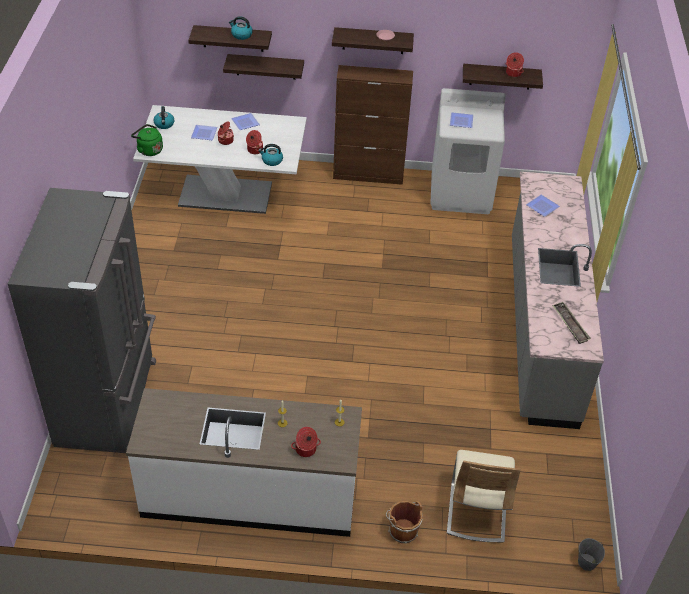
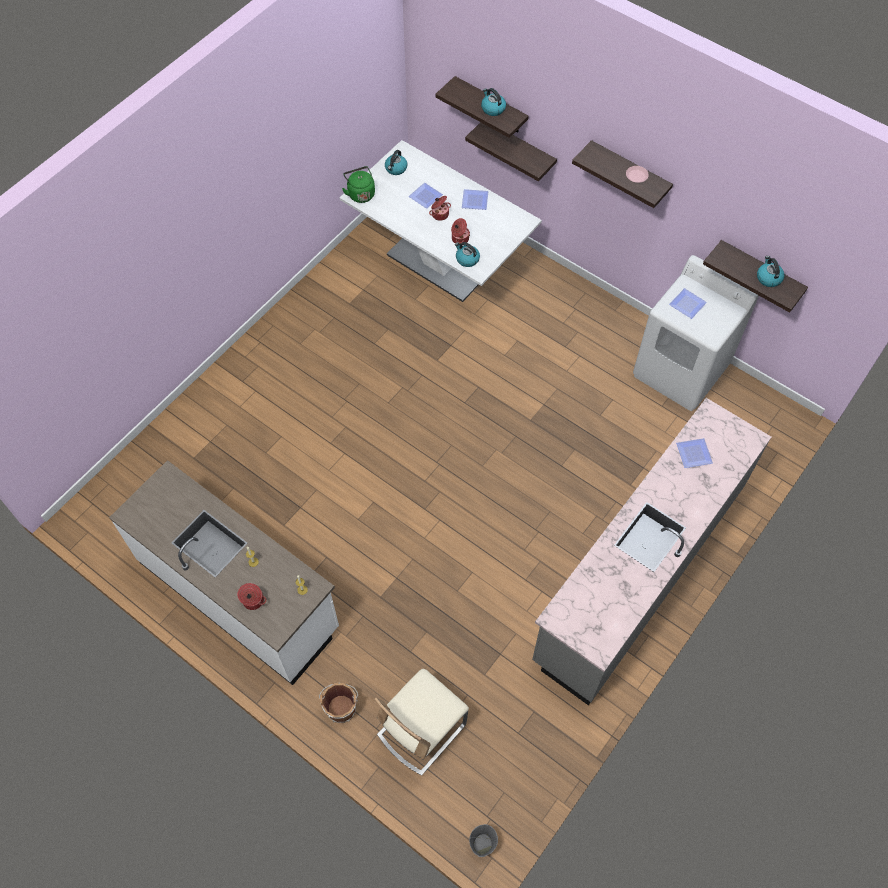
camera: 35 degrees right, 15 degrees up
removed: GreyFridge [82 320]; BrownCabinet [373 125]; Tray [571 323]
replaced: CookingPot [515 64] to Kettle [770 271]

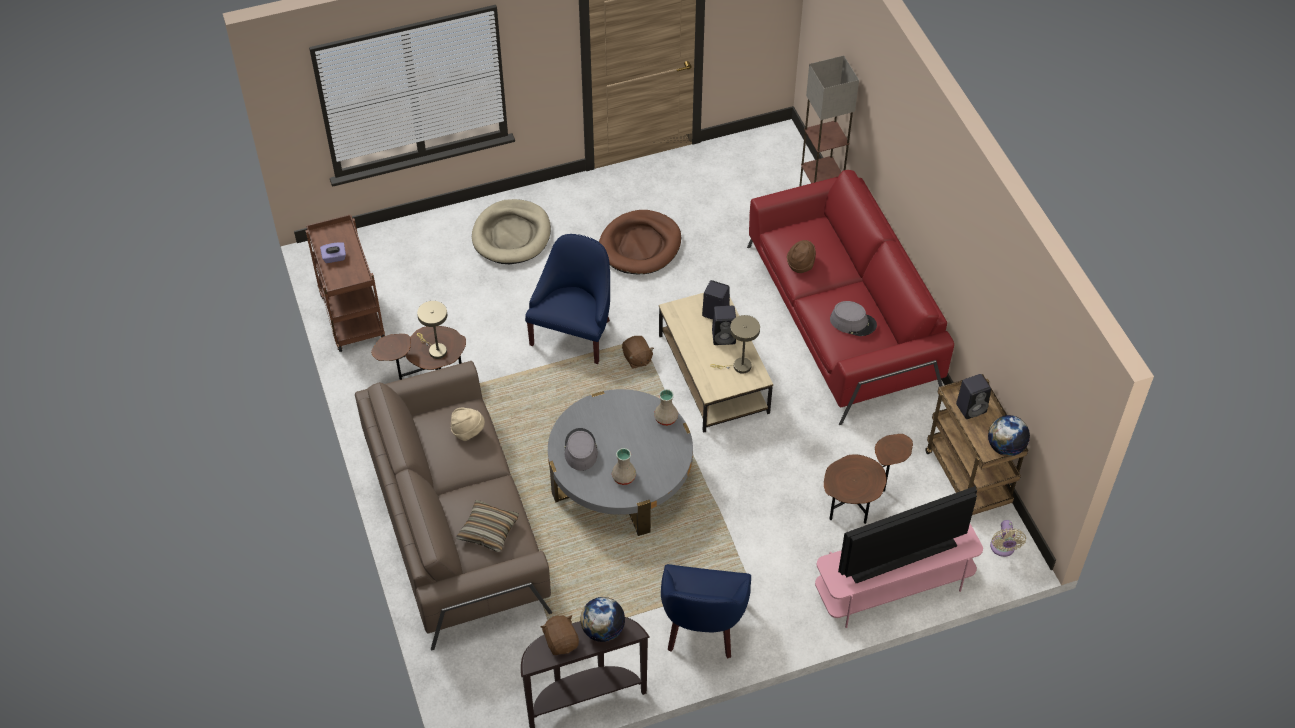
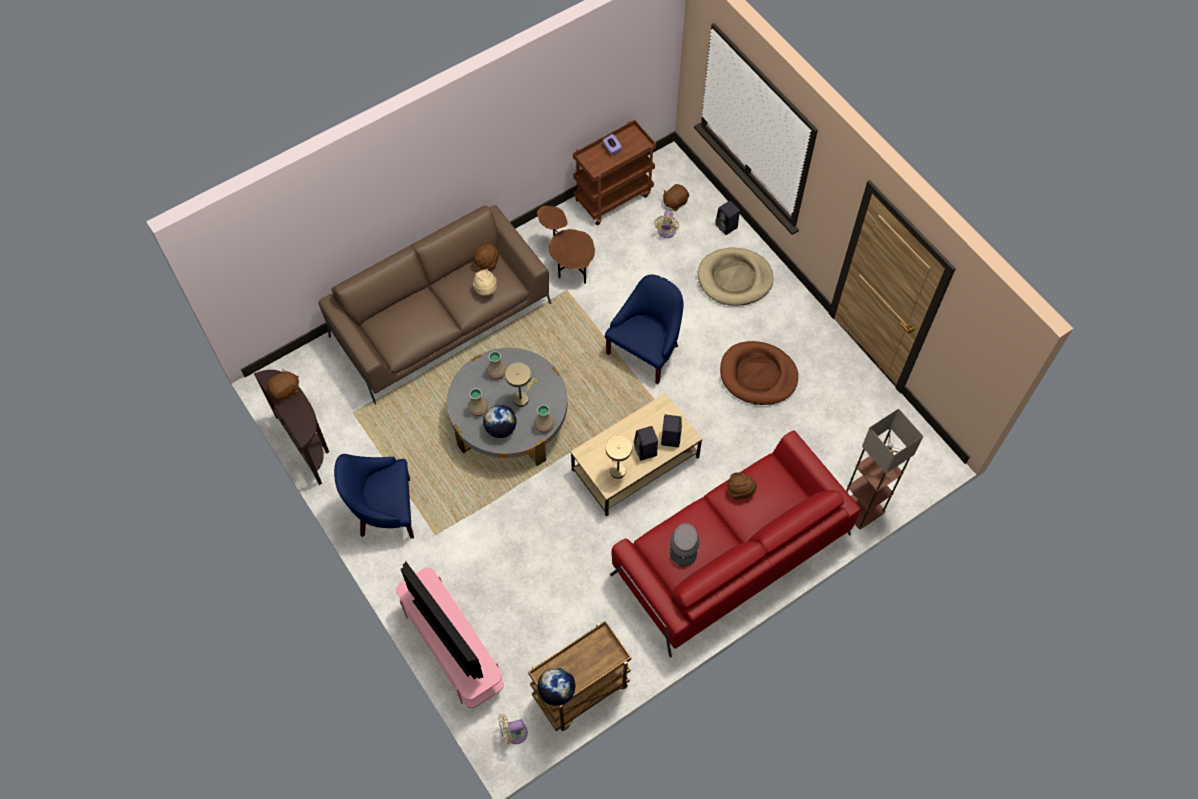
camera: 75 degrees right, 10 degrees up
removed: Pillow [487 526]; BrownSideTable [868 479]
added: BrownHat [486 257]; BeigeFan [666 224]
moved: BeigeTableLamp [432 330] to [521 384]; Globe [602 619] to [500 421]; BrownPlushToy [638 352] to [676 197]; BlackSpeaker [973 396] to [727 218]
replaced: GreyHat [581 449] to BeigeVase [497 365]
turned: BlueArmchair [567 299] = [644 329] 60 degrees counterclockwise

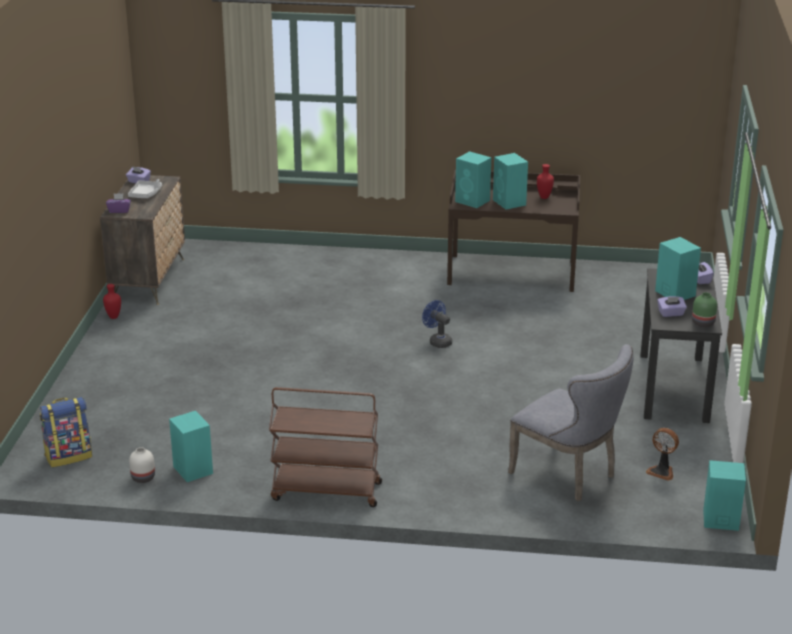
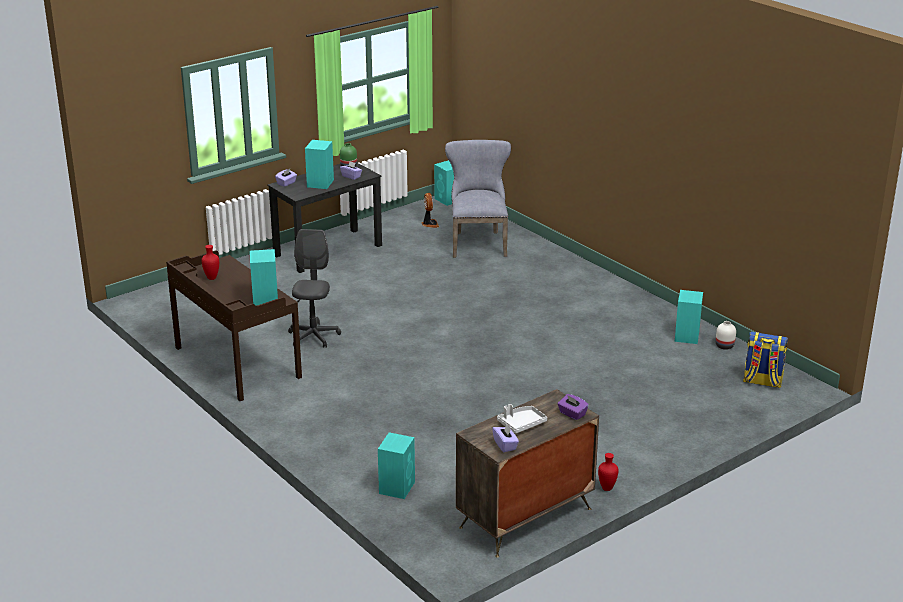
camera: 135 degrees left, 0 degrees up
removed: BrownCart [325 447]; BlueFan [437 324]
added: GreyOfficeChair [314 288]
moved: TurquoiseSpeaker [510 181] to [396 465]

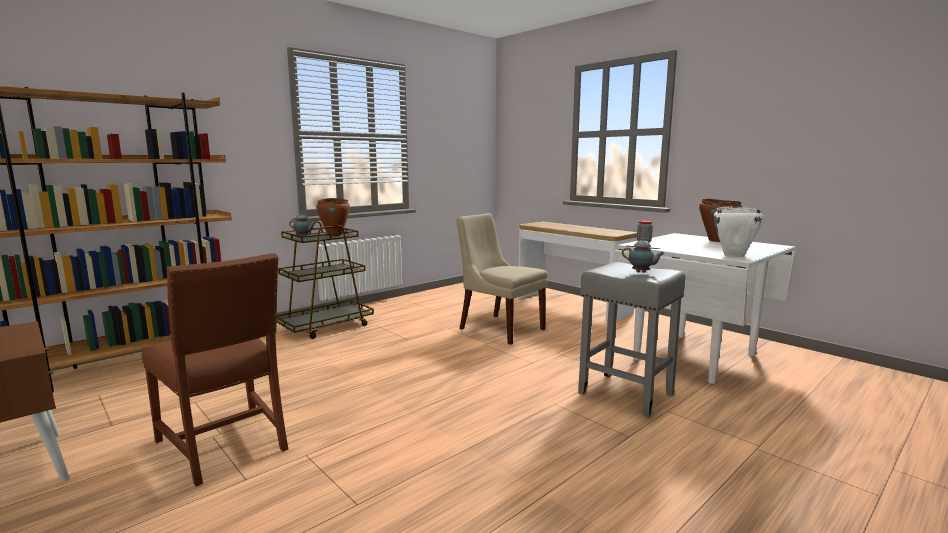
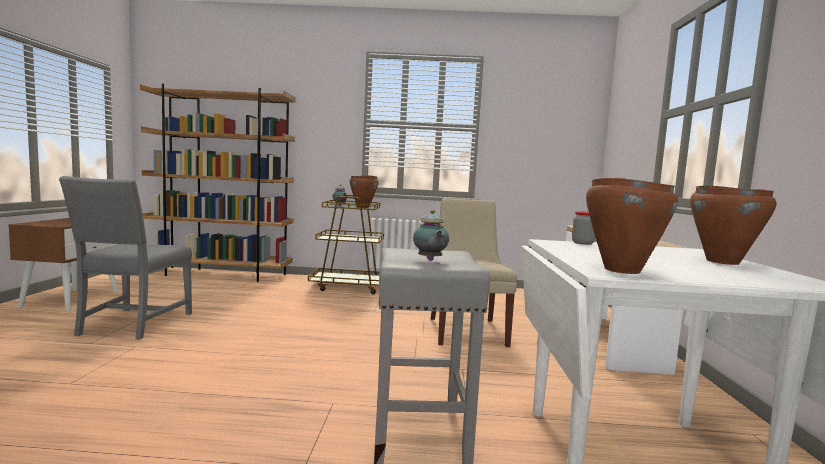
camera: 45 degrees right, 5 degrees down
recoloured: BrownChair [215 369] to GreyChair [125 258]; WhiteCookingPot [739 232] to BrownCookingPot [632 226]

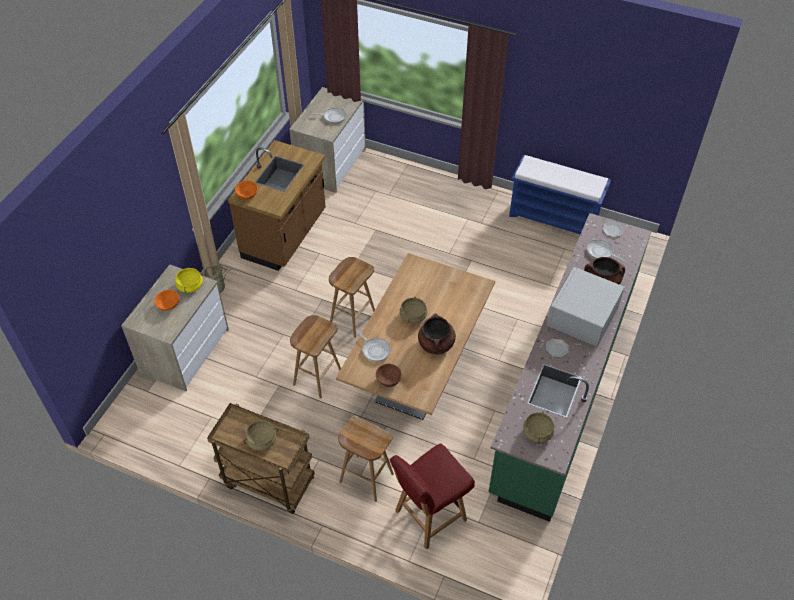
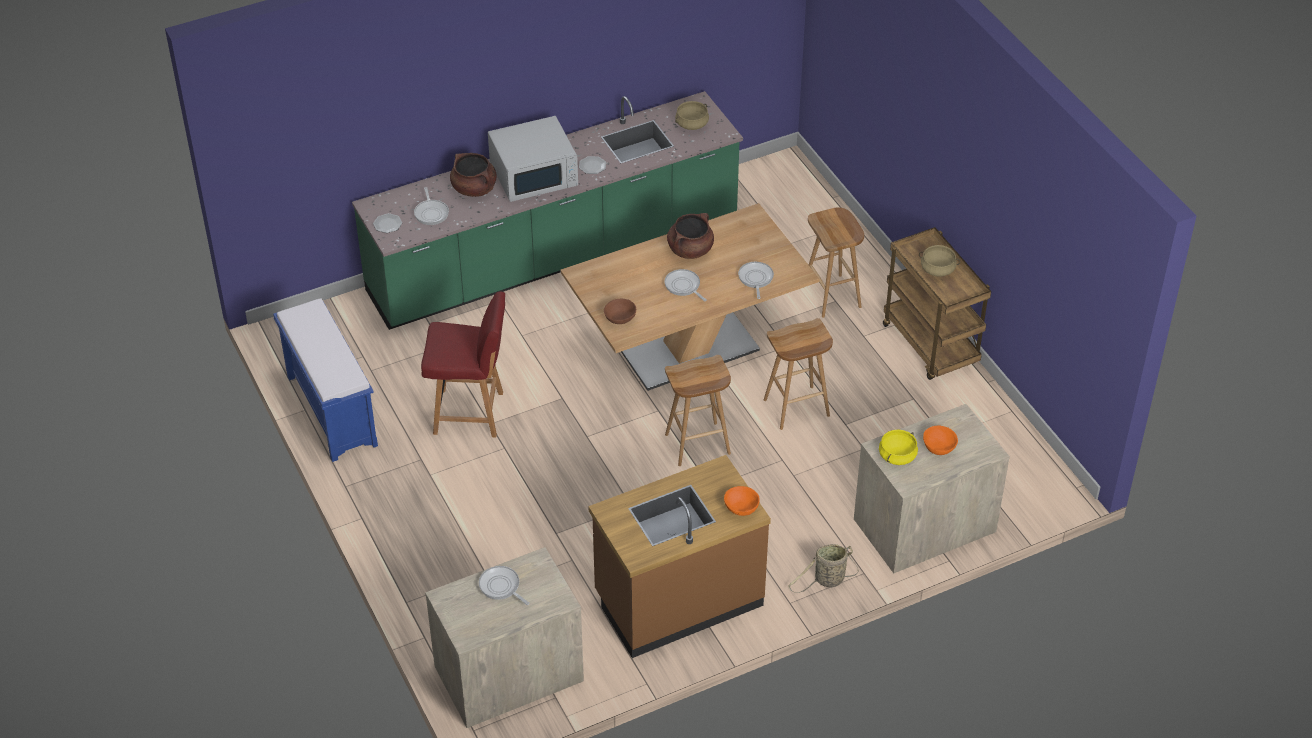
camera: 140 degrees left, 5 degrees down
moved: BrownBowl [389 375] to [620 311]; RedChair [432 496] to [463 364]
replaced: BeigeCookingPot [413 310] to FryingPan [686 285]

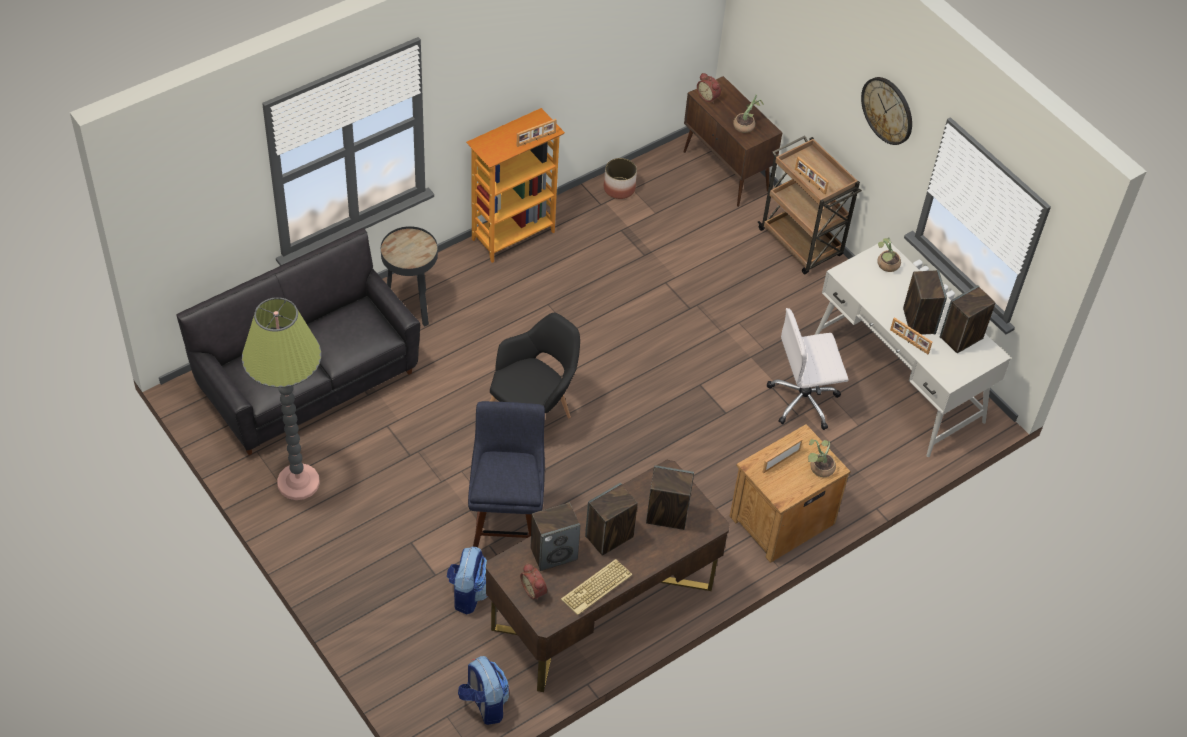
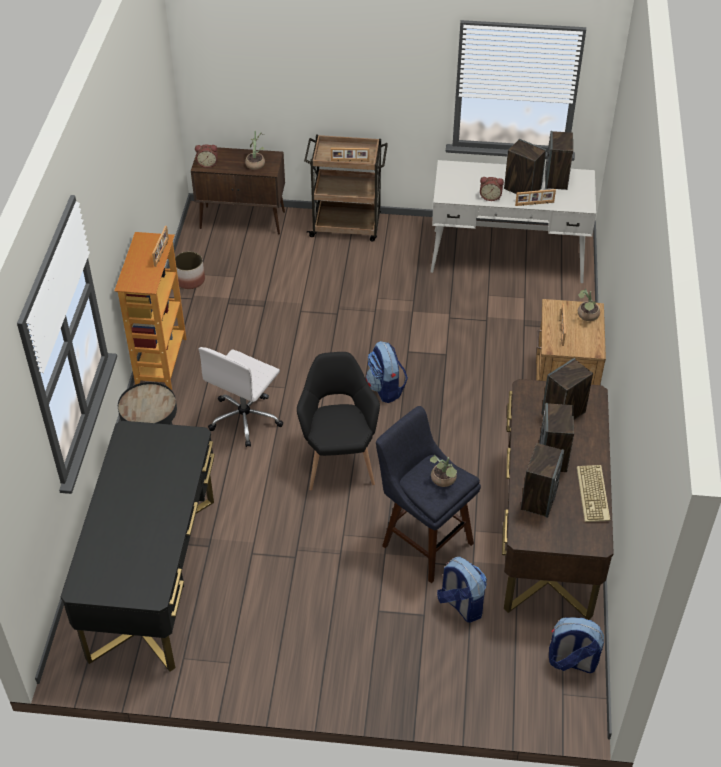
camera: 45 degrees left, 5 degrees down
removed: FloorLamp [281 398]; WallClock [886 111]
added: Backpack [387 372]
moved: AlarmClock [533 582] to [492 189]; WhiteOfficeChair [808 369] to [240 397]; PottedPlant [889 254] to [443 471]
replaced: BlackSofa [298 341] to BlackDesk [138 546]

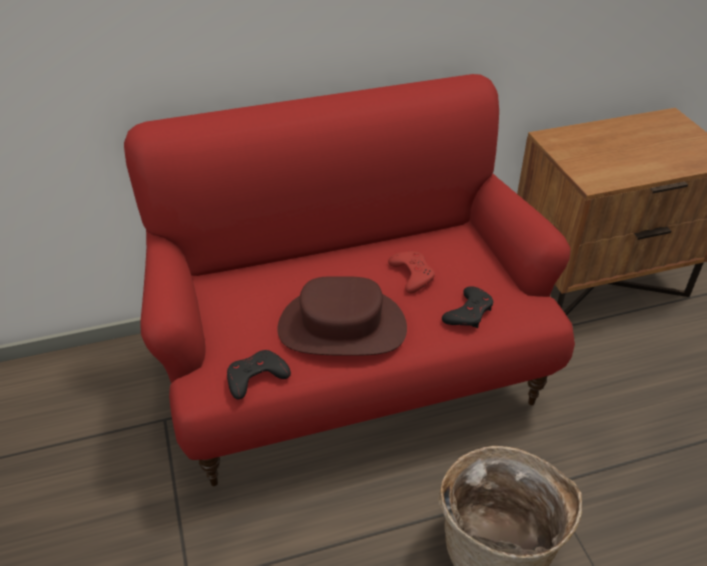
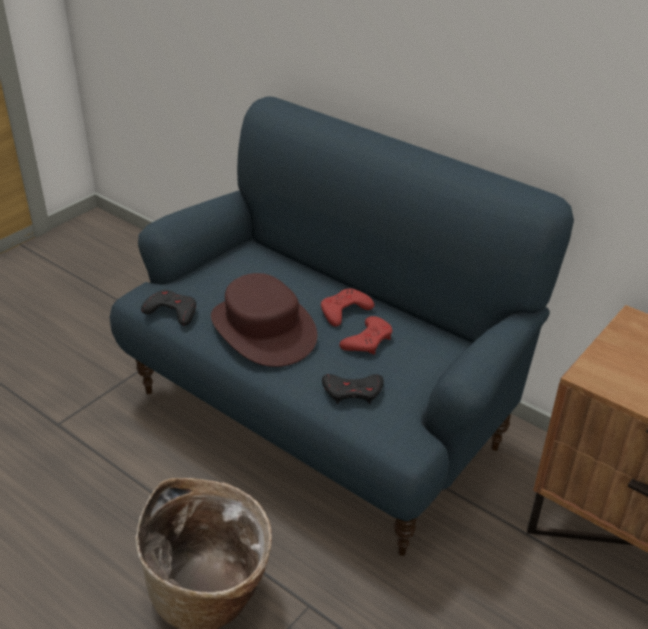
camera: 55 degrees right, 5 degrees down
added: RedGameController [347 307]
recoloured: RedSofa [349 280] to BlueSofa [342 326]

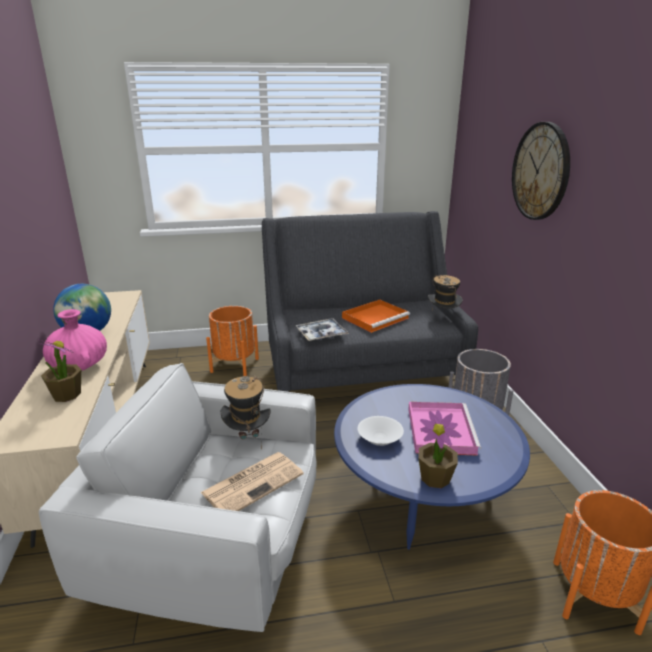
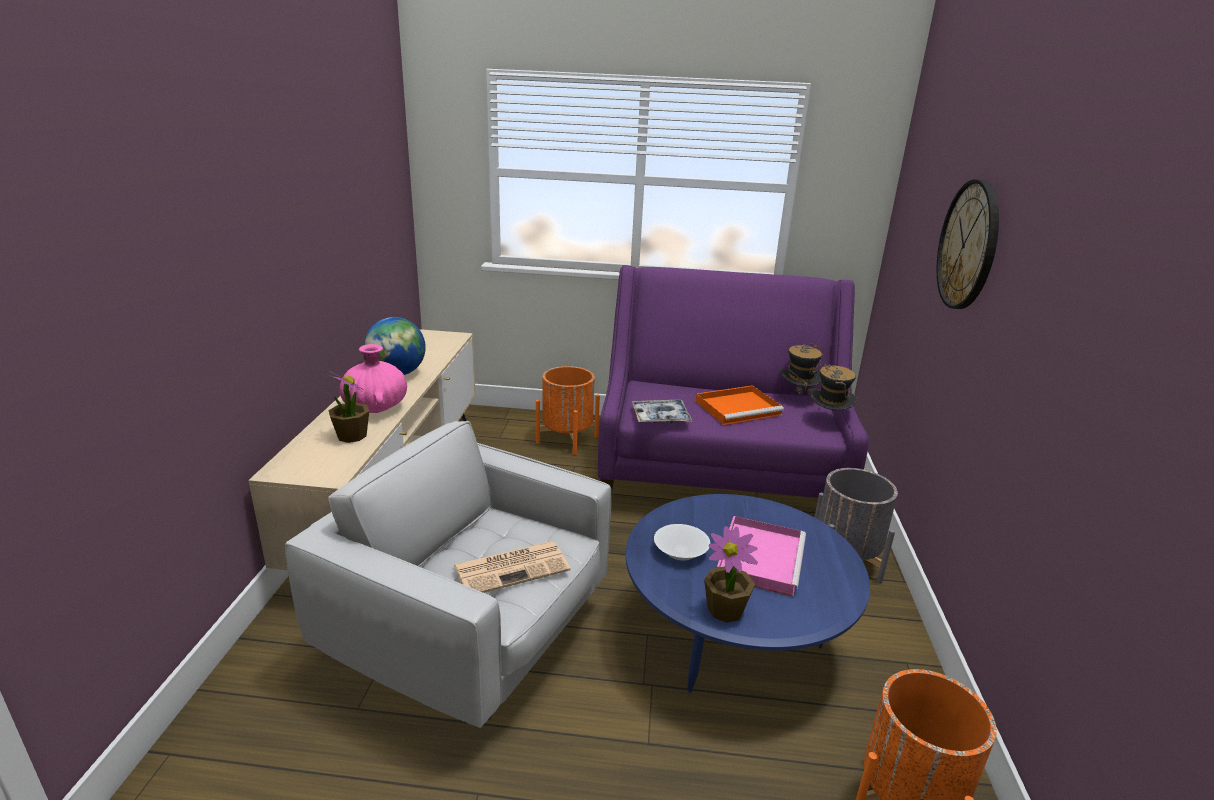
camera: 15 degrees right, 0 degrees up
moved: Hat [245 412] to [801 375]
recoloured: GreySofa [370 301] to PurpleSofa [733 381]

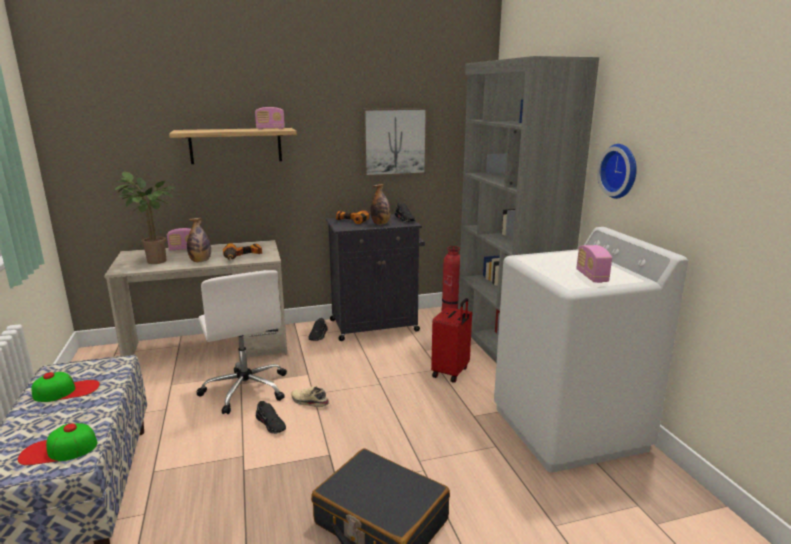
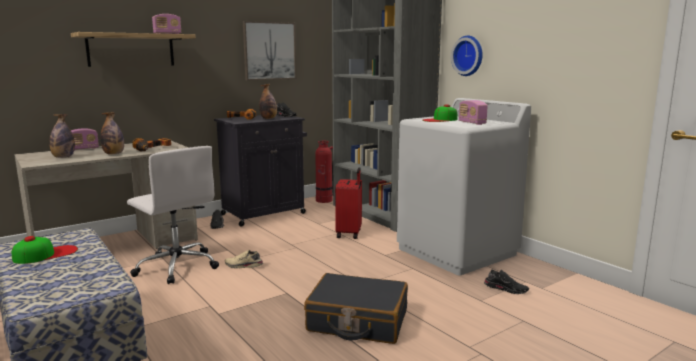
camera: 20 degrees left, 5 degrees down
moved: Cap [57 444] to [440 113]; BlackShoe [271 417] to [506 282]
replaced: PottedPlant [145 217] to Bottle [62 136]

